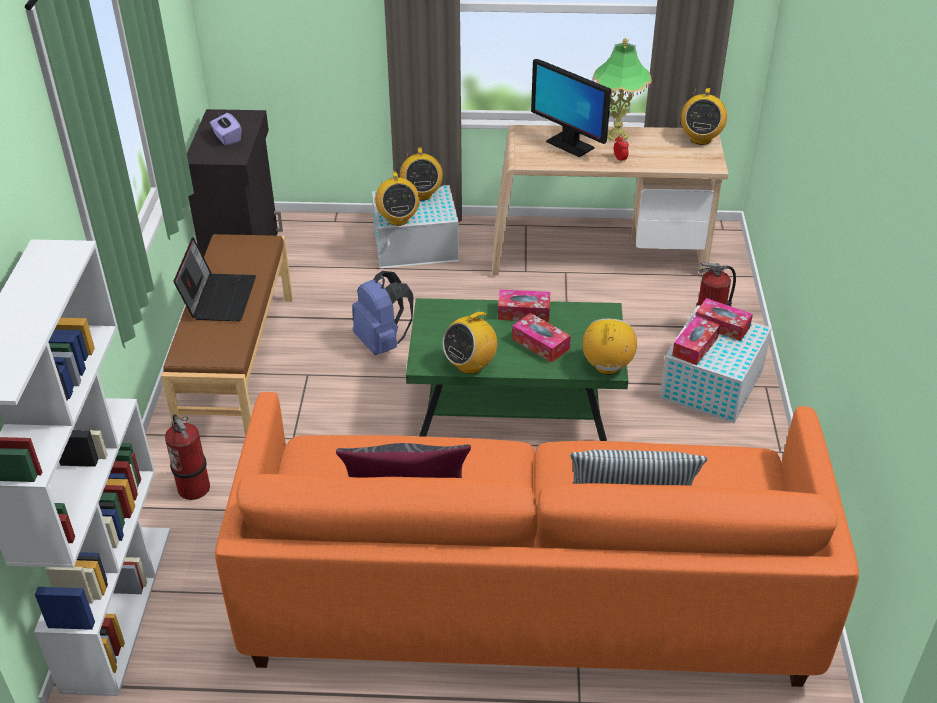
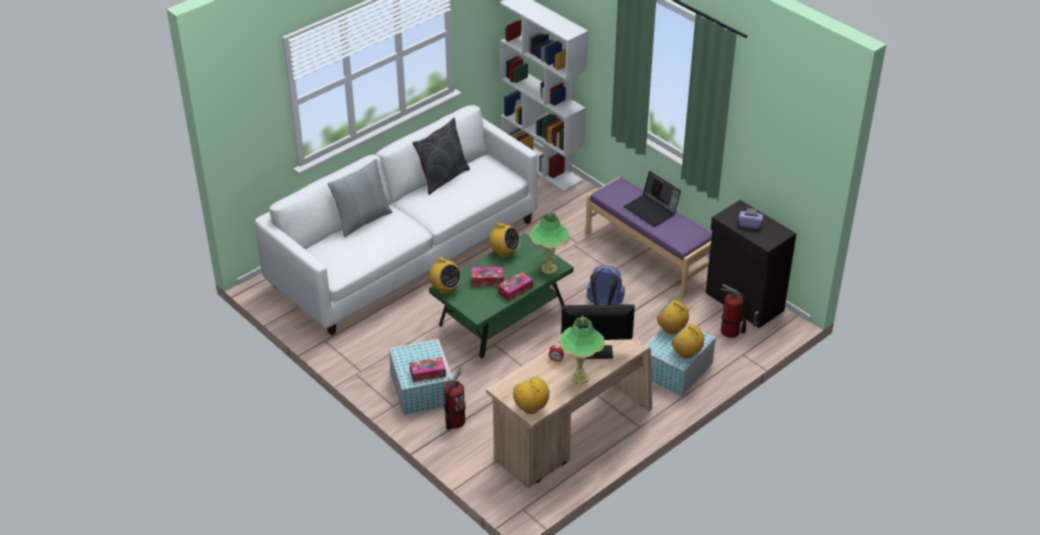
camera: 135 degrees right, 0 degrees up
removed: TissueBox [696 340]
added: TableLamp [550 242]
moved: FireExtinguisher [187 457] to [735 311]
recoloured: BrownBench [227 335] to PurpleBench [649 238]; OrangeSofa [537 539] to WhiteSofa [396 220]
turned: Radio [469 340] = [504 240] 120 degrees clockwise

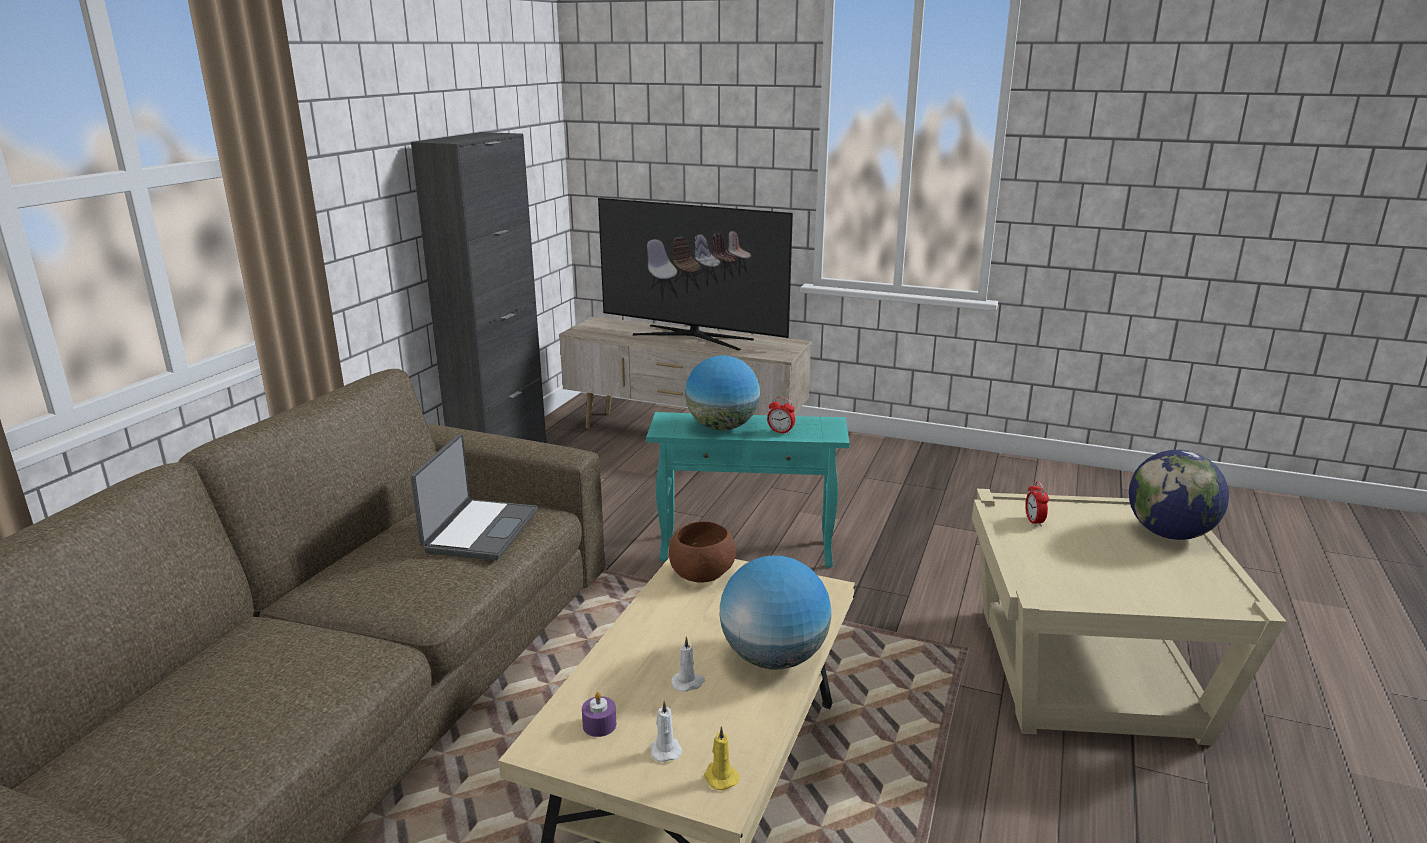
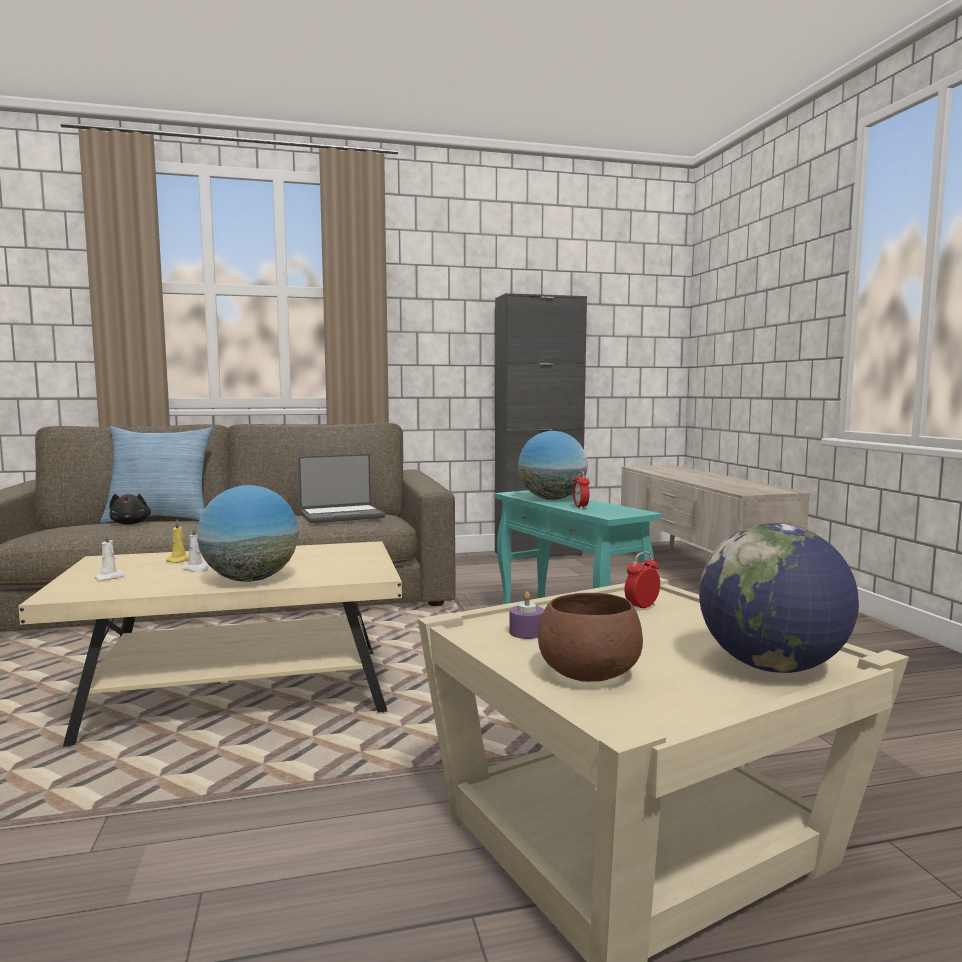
camera: 55 degrees right, 15 degrees down
removed: Television [695 274]
added: Pillow [156 475]; BlackPlushToy [130 509]
moved: PurpleCandle [599 714] to [526 615]; BrownBowl [702 552] to [590 637]; YellowCandle [722 758] to [177 541]

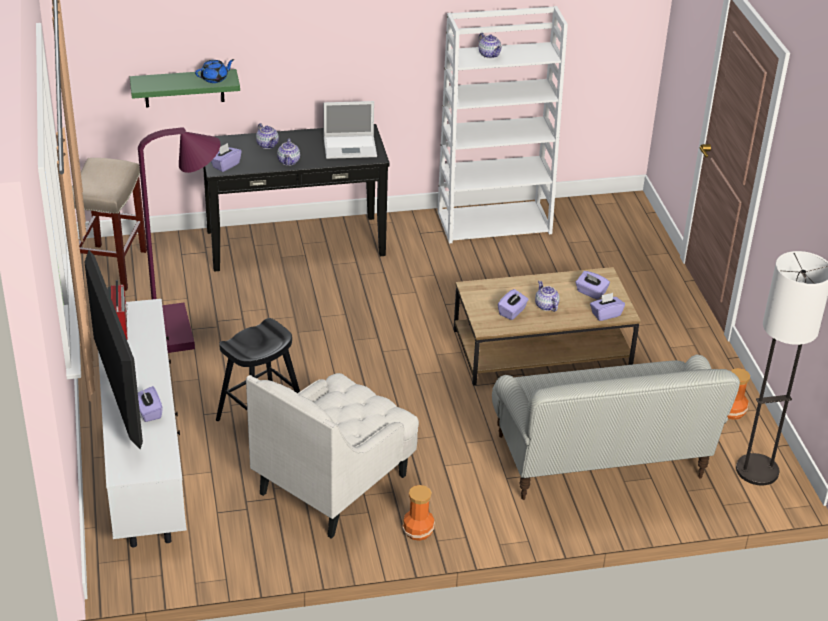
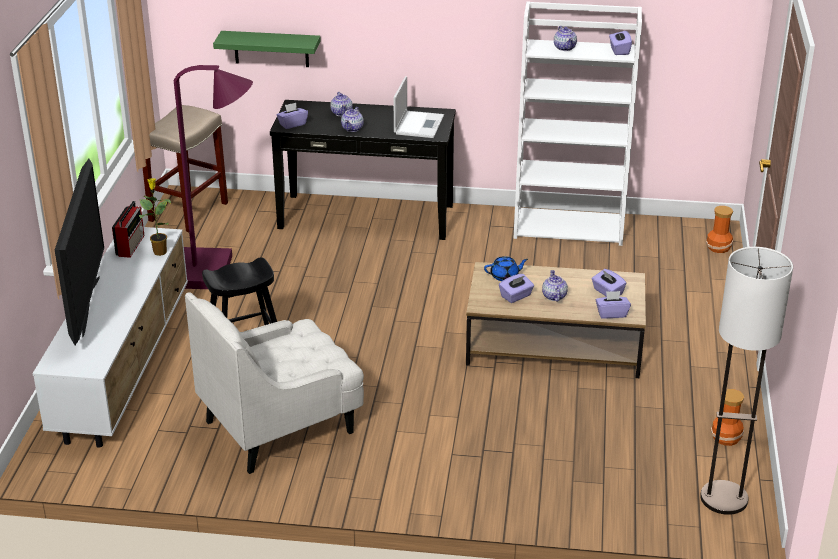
camera: 20 degrees right, 5 degrees down
removed: Sofa [616 427]
added: PottedPlant [155 217]
moved: PurpleTissueBox [150 404] to [620 41]; BlueTeapot [214 71] to [506 268]; Vase [418 513] to [719 229]
turned: Laptop [350 130] = [418 107] 90 degrees counterclockwise

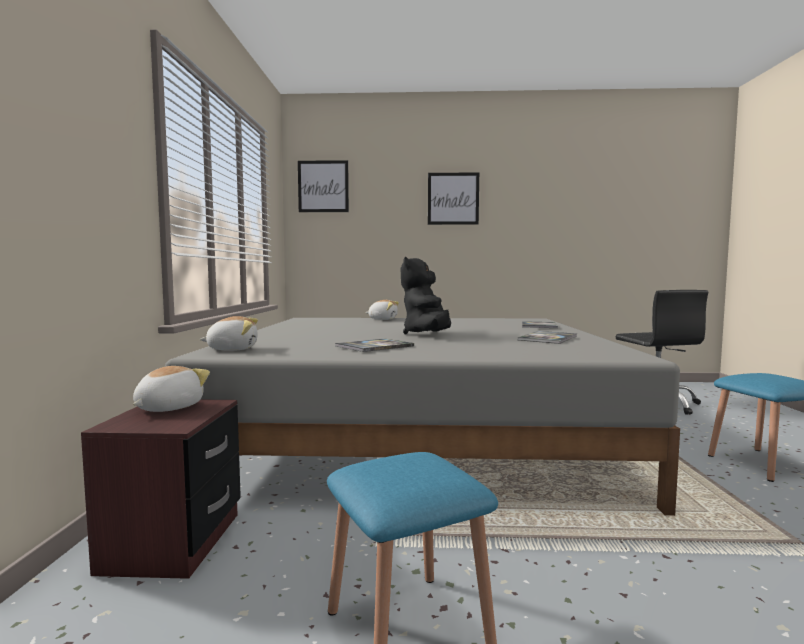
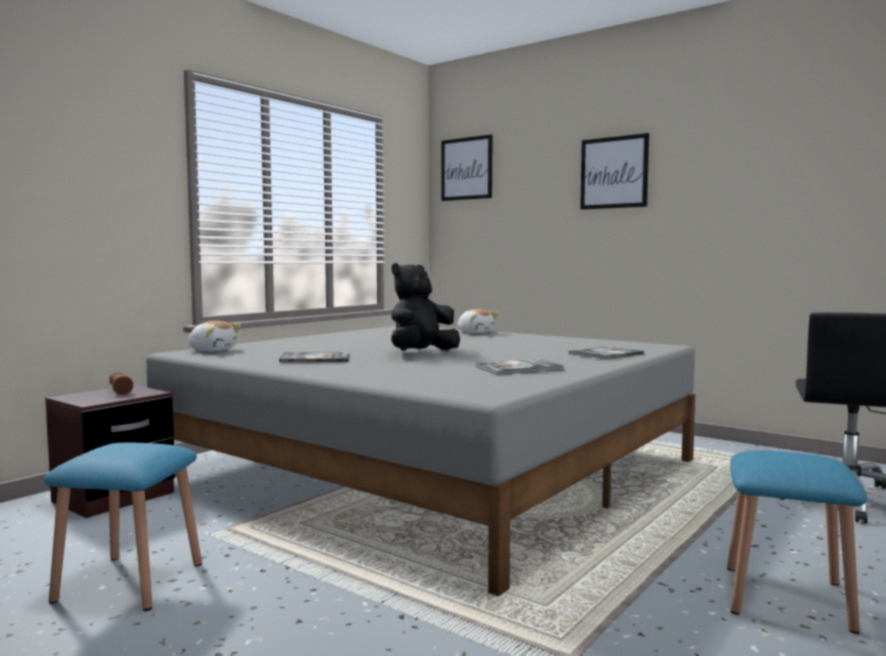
camera: 35 degrees right, 0 degrees up
replaced: PlushToy [171 389] to BrownFlashlight [121 384]

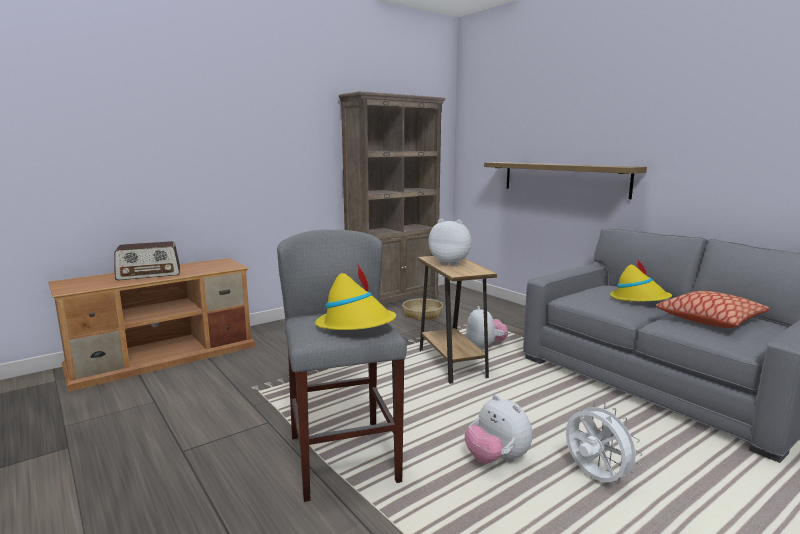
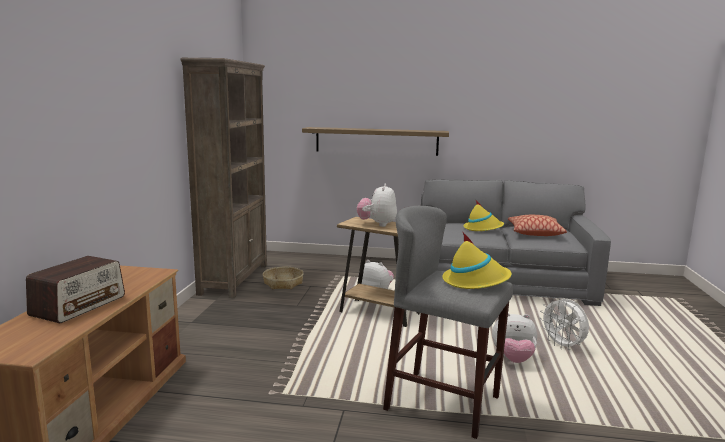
camera: 45 degrees left, 0 degrees up
turned: PlushToy [450 242] = [377 205] 60 degrees counterclockwise; WhiteFan [604 441] = [564 324] 135 degrees counterclockwise

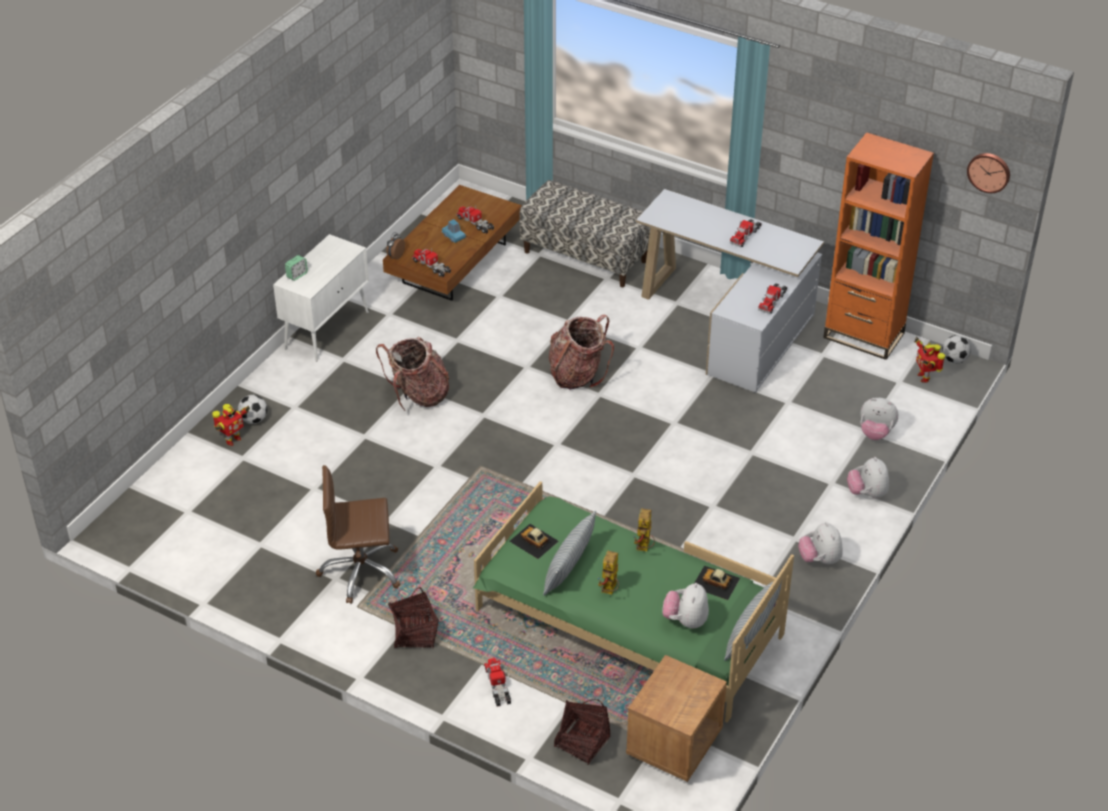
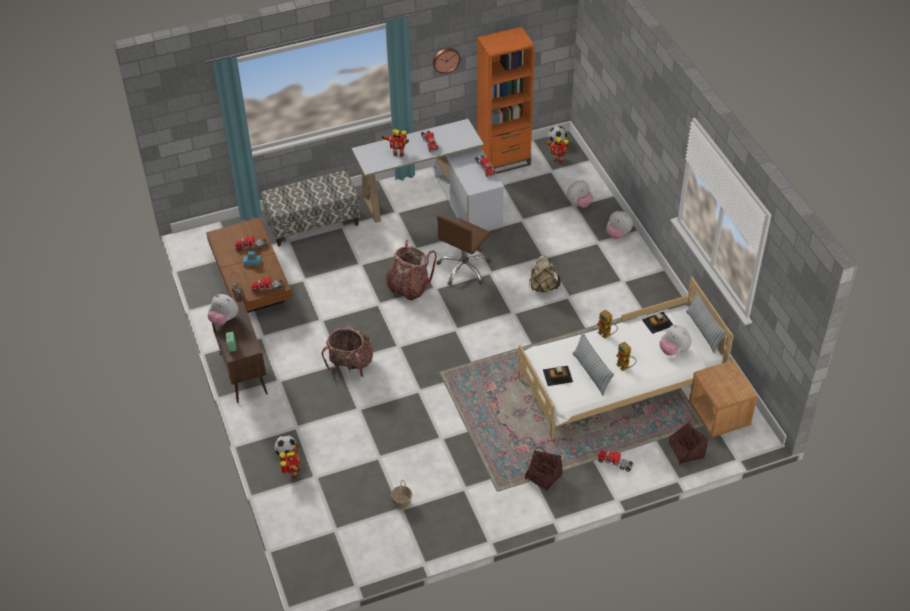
camera: 50 degrees left, 5 degrees up
added: ToyRobot [395 143]; Basket [401 495]; BeigeBackpack [545 273]
moved: BrownOfficeChair [358 534] to [464 250]; PlushToy [820 543] to [223 310]; WallClock [988 173] to [446 61]
recoloured: WhiteCabinet [321 298] to BrownCabinet [240 352]; GreenBed [633 602] to WhiteBed [626 358]

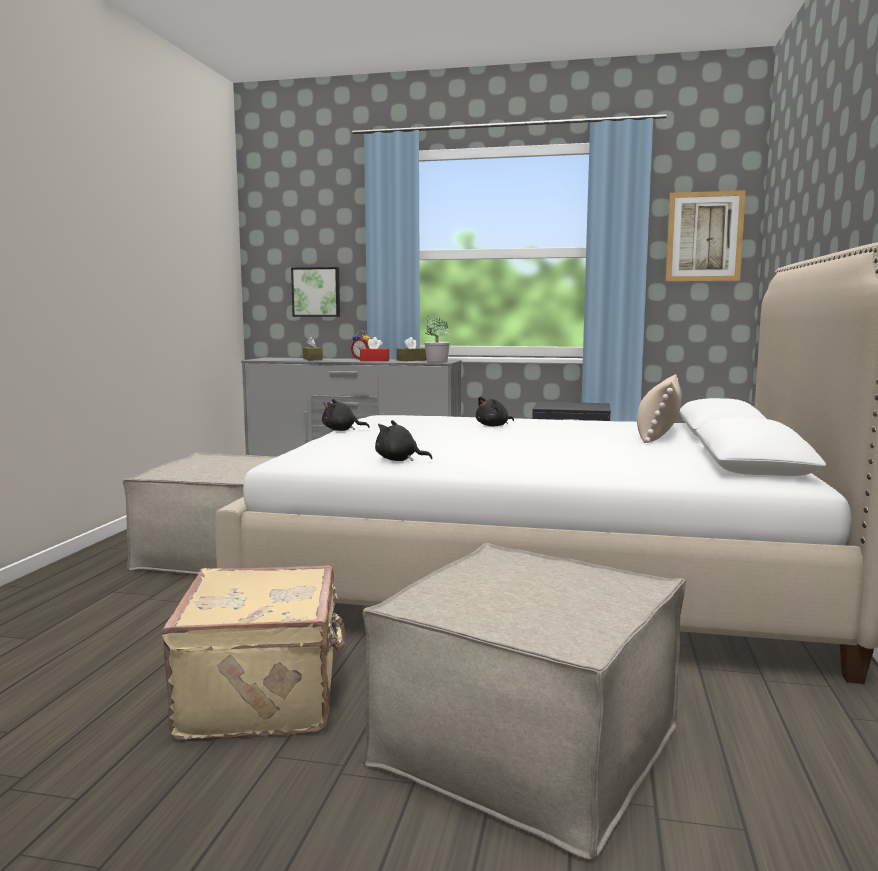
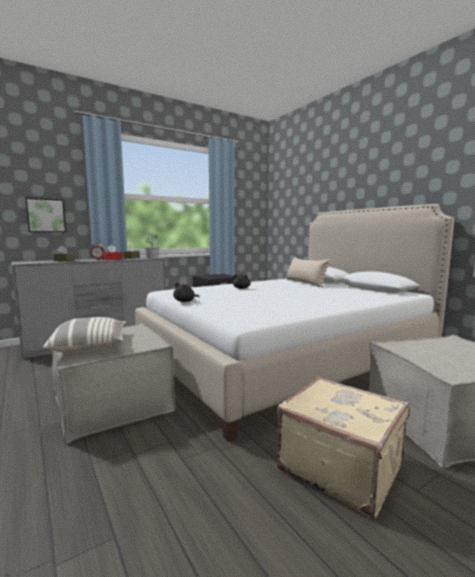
camera: 45 degrees left, 0 degrees up
removed: BlackPlushToy [403 440]; Picture [706 235]
added: Pillow [84 334]

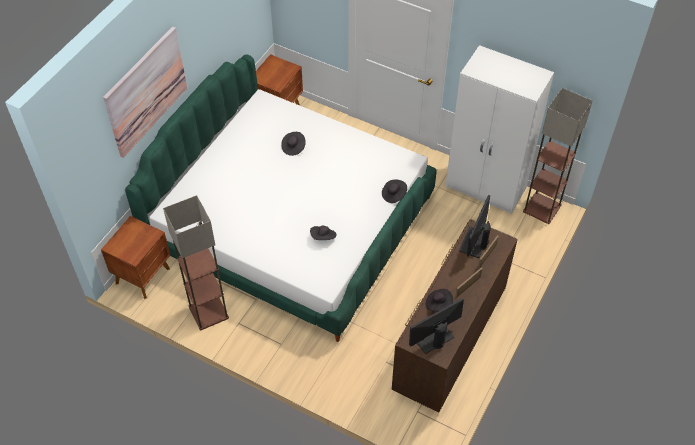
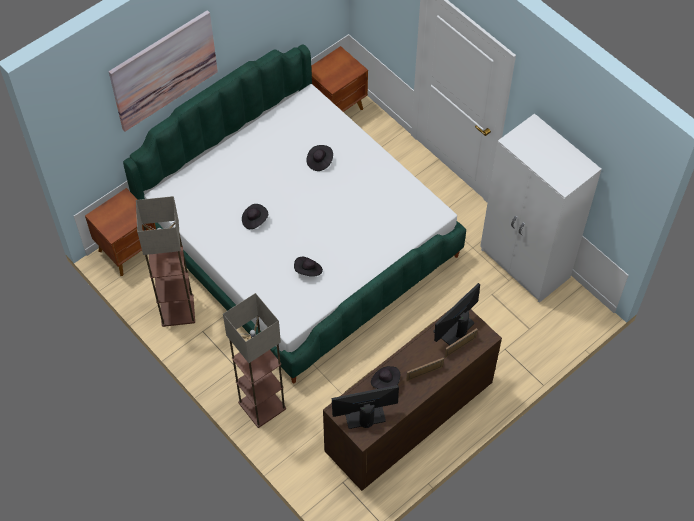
camera: 20 degrees right, 5 degrees up
moved: BlackHat [394 191] to [255 216]; FloorLamp [558 156] to [254 360]

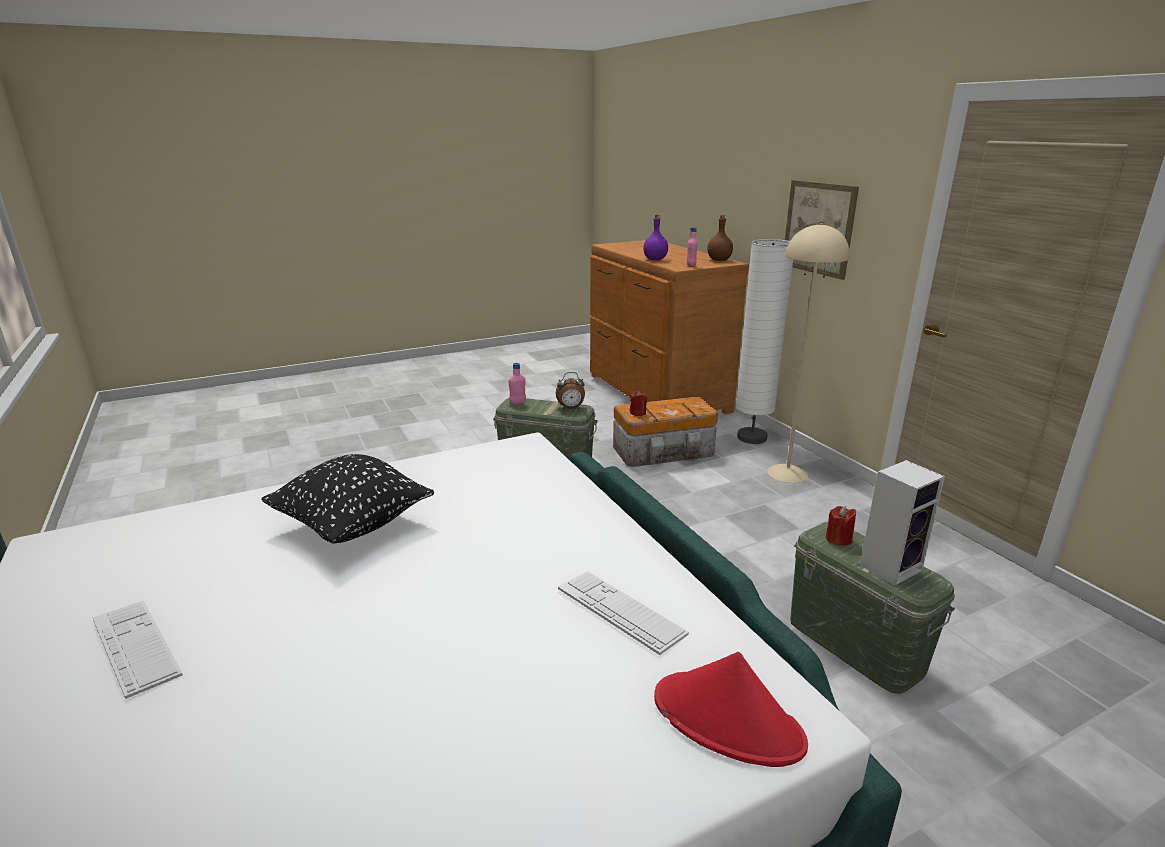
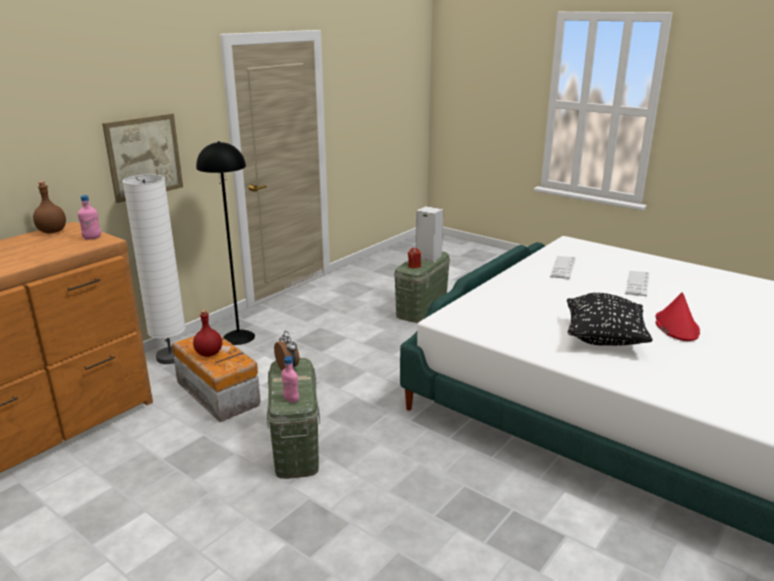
camera: 115 degrees left, 0 degrees up
removed: RedCandle [639 403]; PurpleBottle [655 237]
added: RedBottle [207 333]
moved: Keyboard [138 649] to [637 283]; RedHat [731 709] to [677 316]
recoloured: BeigeFloorLamp [808 353] to BlackFloorLamp [225 243]

